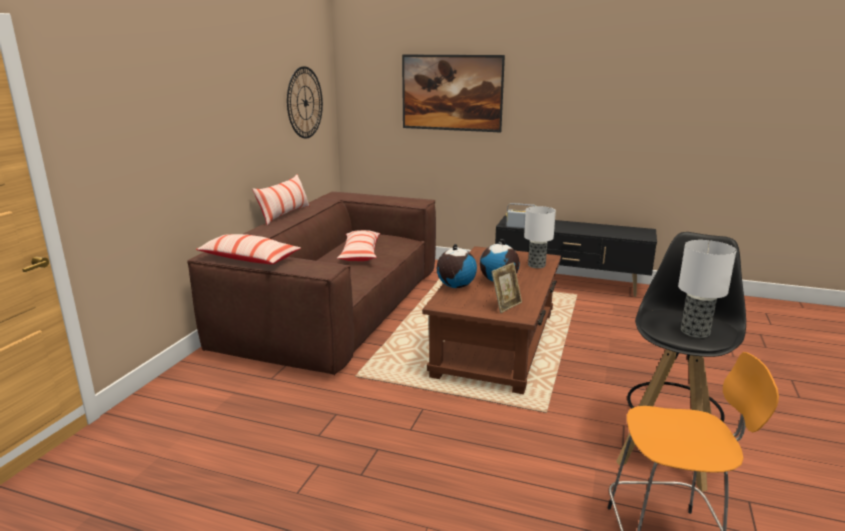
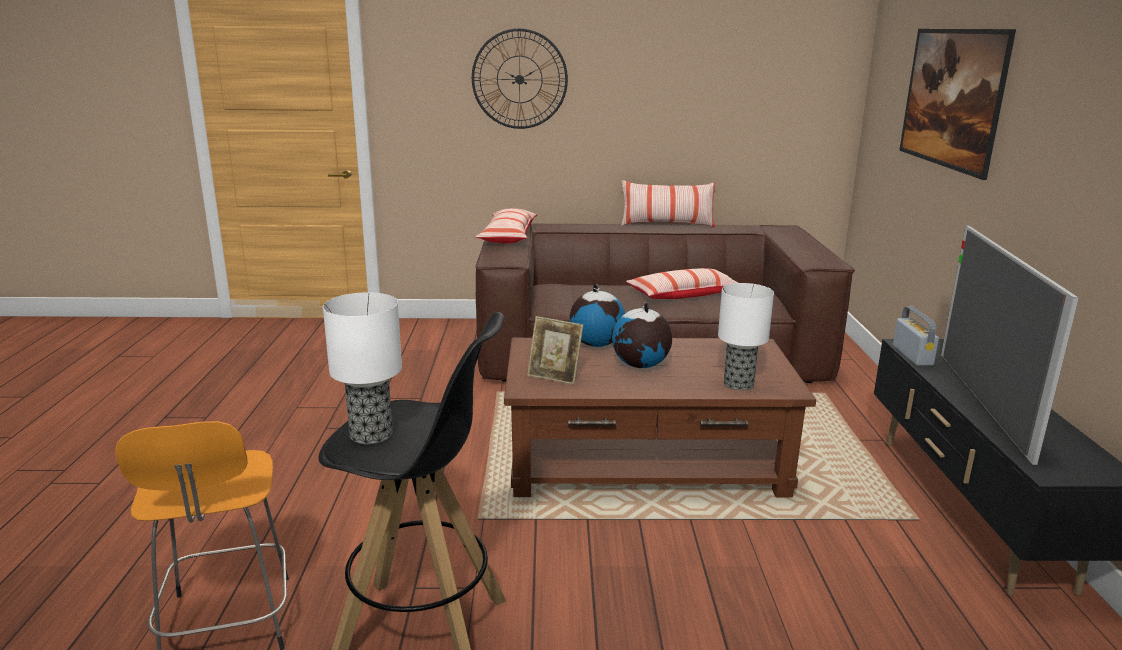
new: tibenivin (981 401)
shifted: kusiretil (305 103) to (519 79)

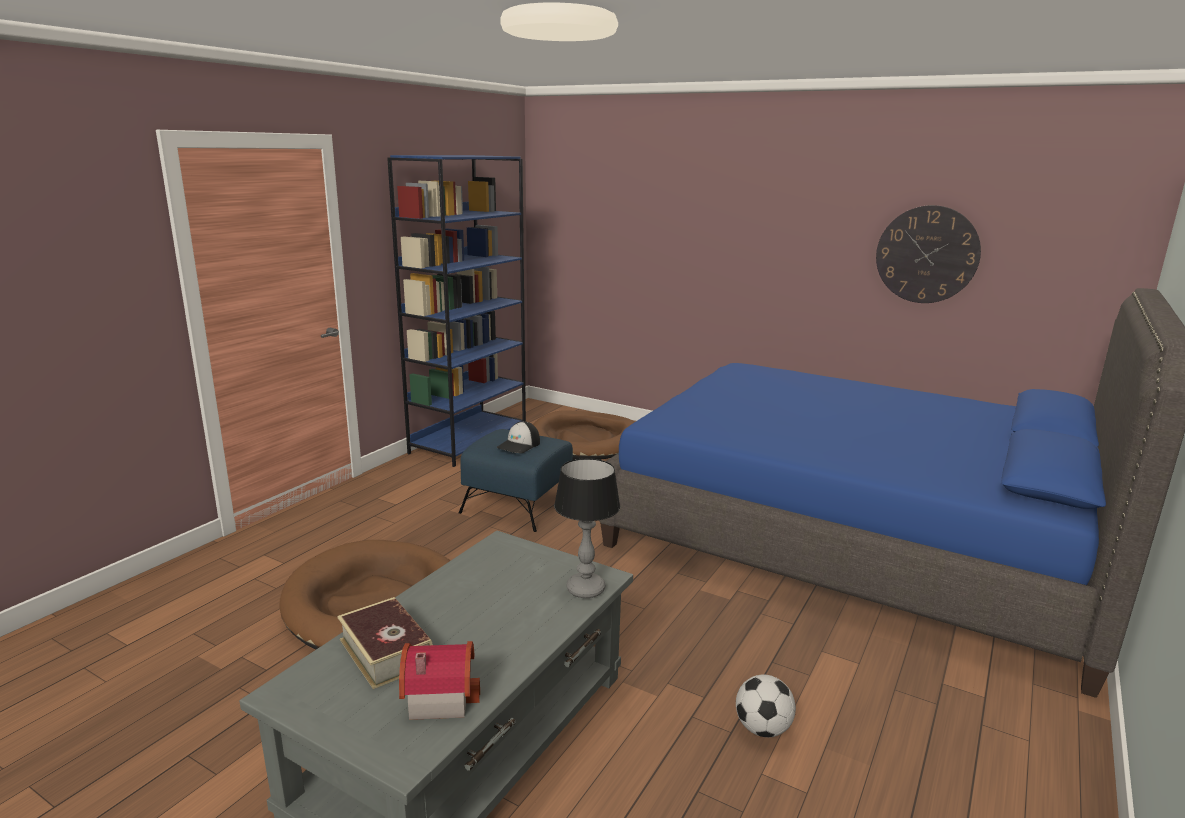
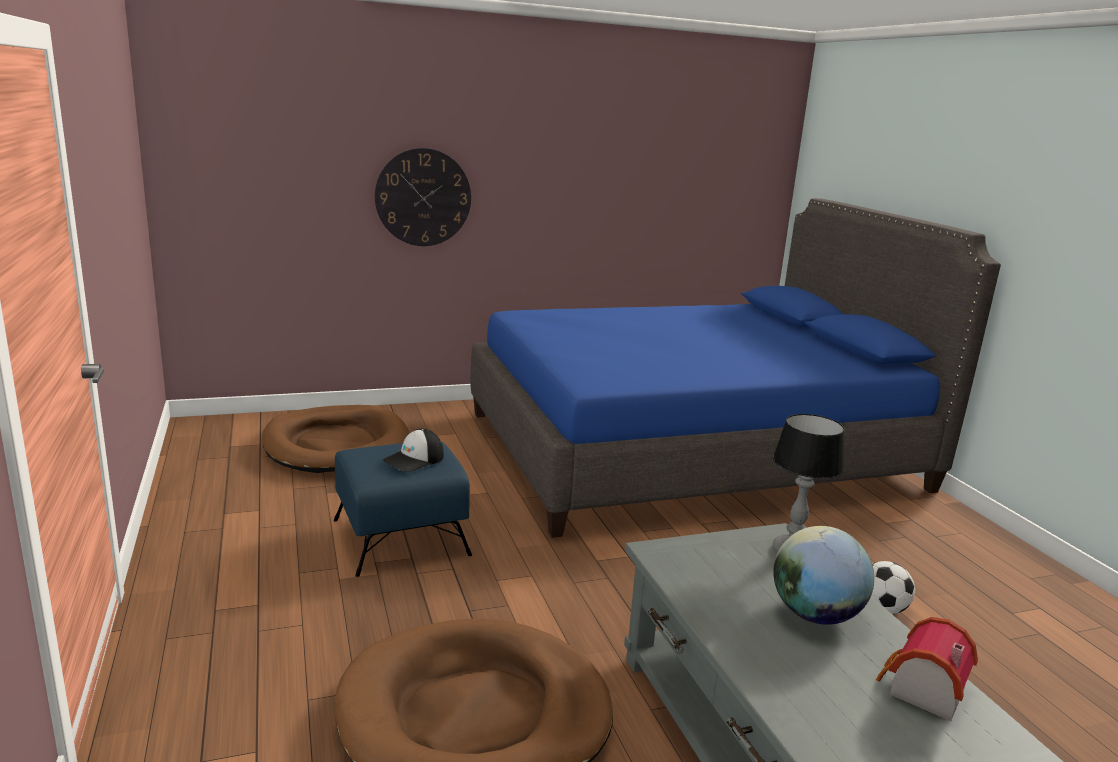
gone: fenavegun (386 652); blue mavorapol (469 441)
new: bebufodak (814 615)
shifted: kusiretil (927 254) to (423 197)
rotated: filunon (519 445) = (414 459) 60 degrees clockwise

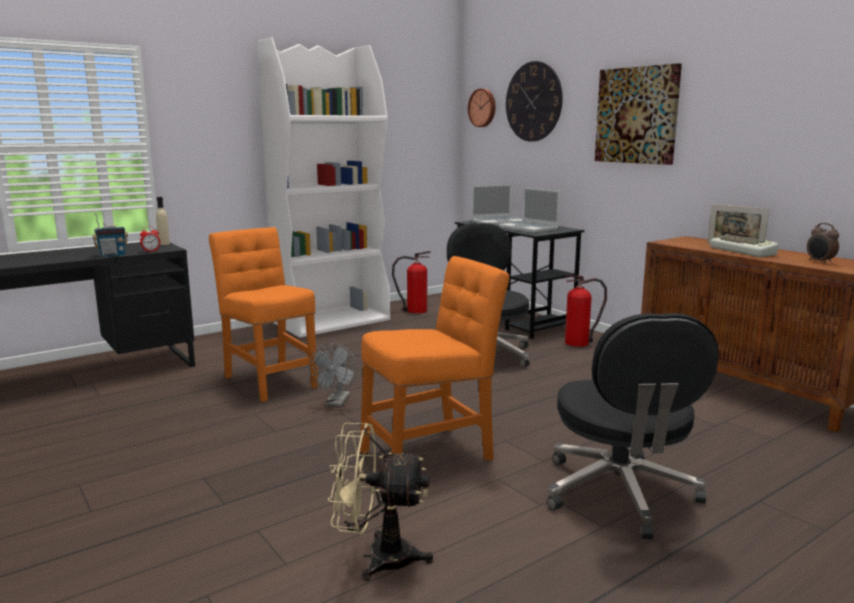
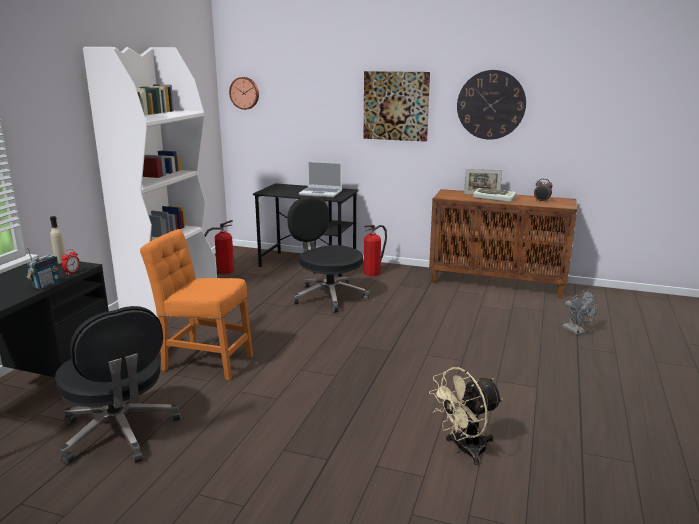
gone: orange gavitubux (432 452); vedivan (498 222)
shifted: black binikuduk (620 494) to (120 433); kusiretil (533 102) to (491 105); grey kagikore (337 402) to (577 331)

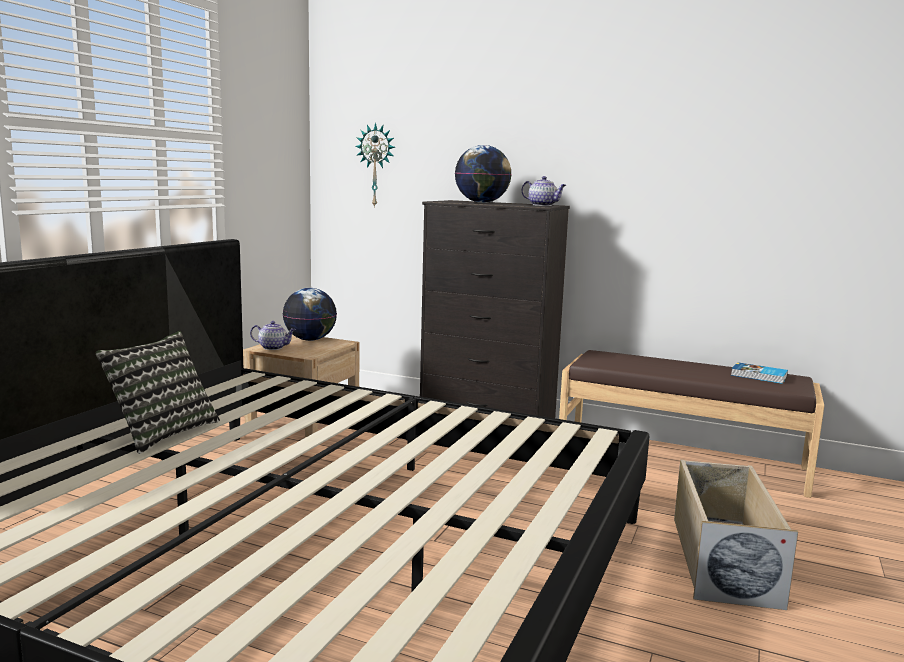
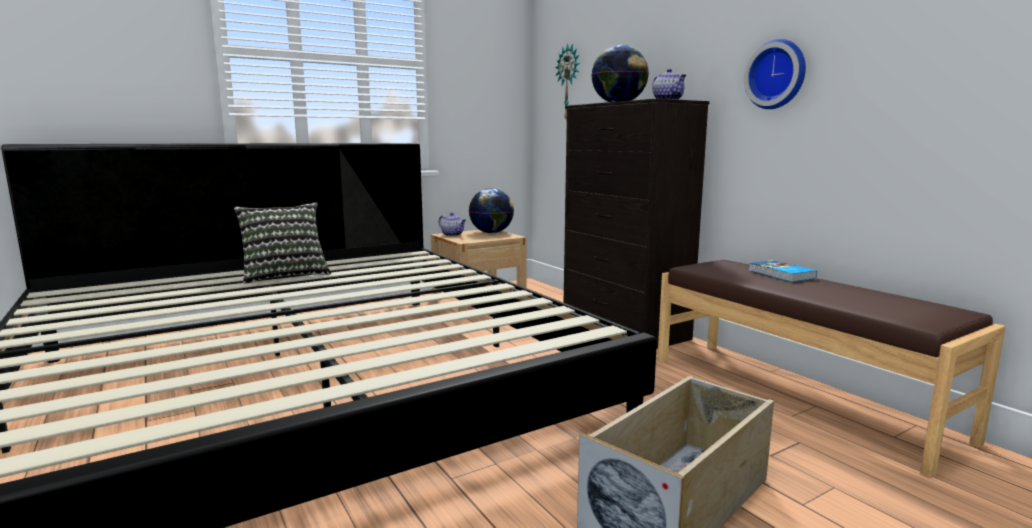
new: kusiretil (777 75)
shifted: fenavegun (759 376) to (781 274)

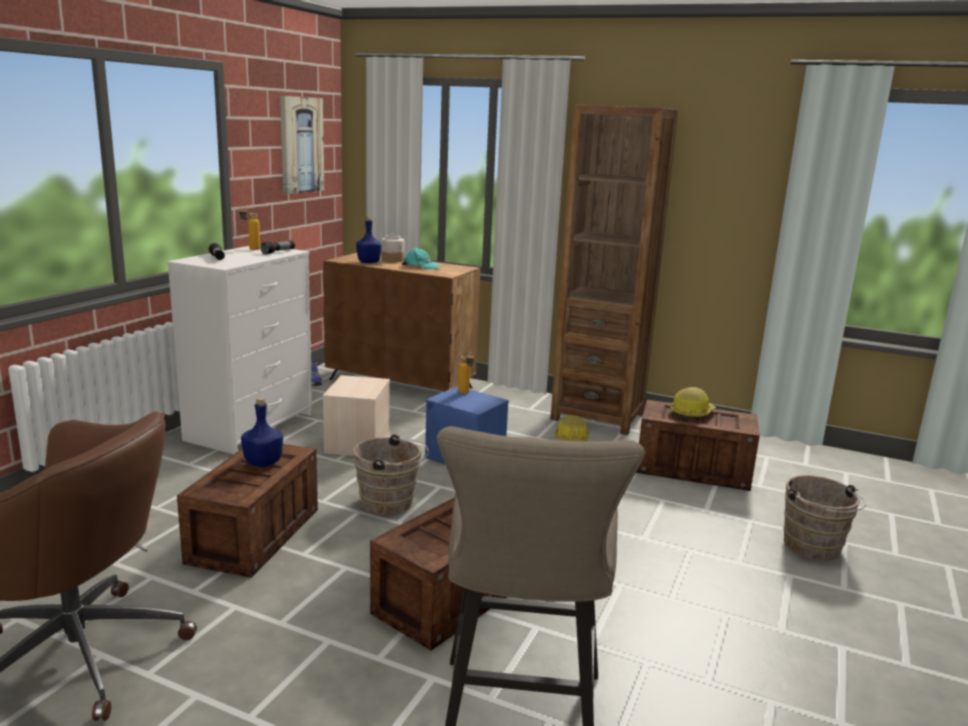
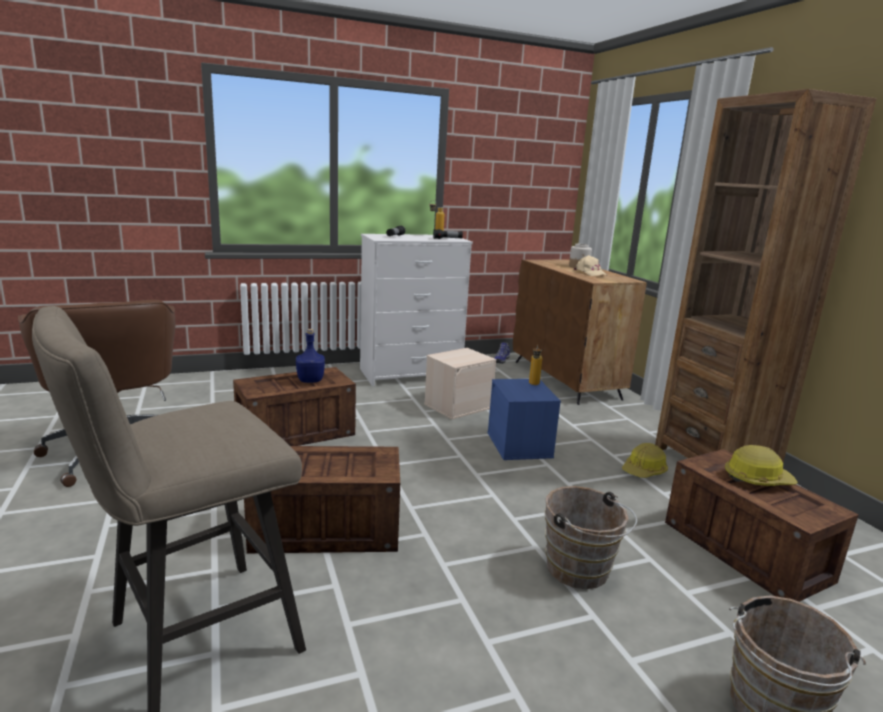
gone: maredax (301 145); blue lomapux (368 262)
shifted: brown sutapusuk (391 503) to (581 572)
repainted: turquoise filunon (420 266) to beige filunon (590 273)

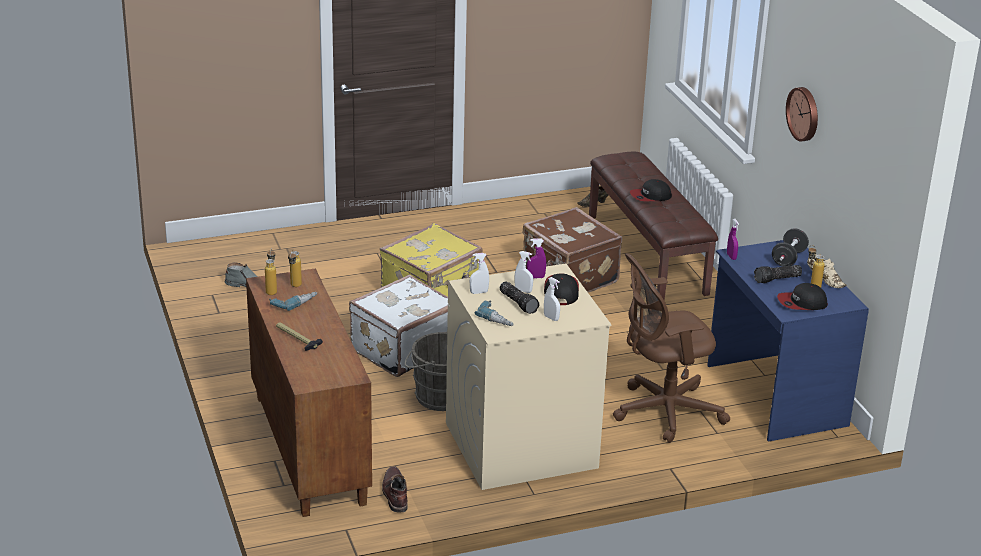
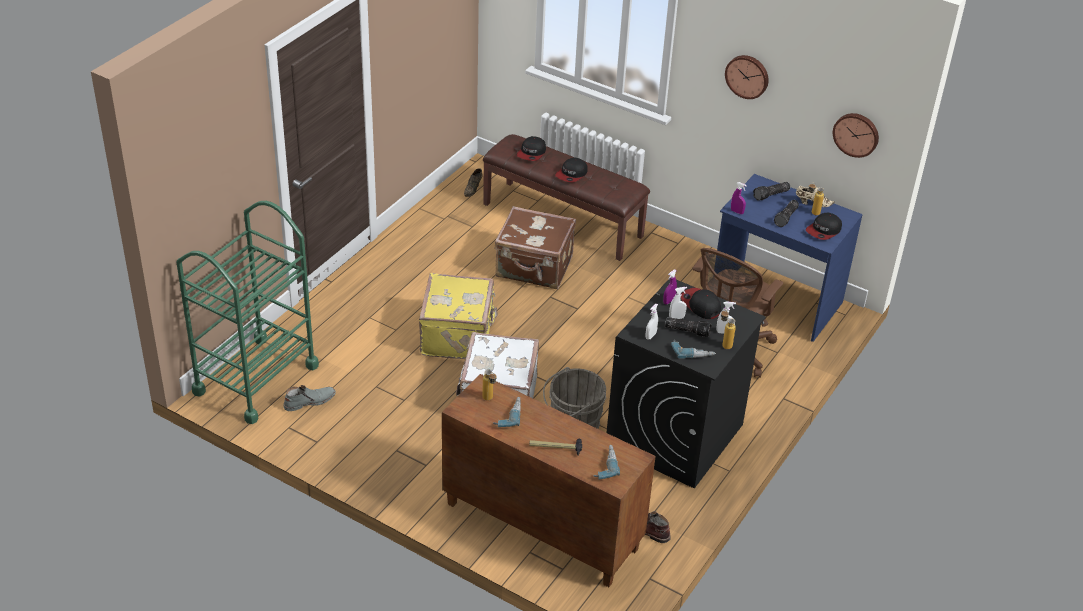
new: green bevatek (256 379); filunon (531 153); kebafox (604 465); kusiretil (856 134)
shifted: lomapux (272 290) to (724 344)
swapped: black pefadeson (788 258) to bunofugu (771 195)
repainted: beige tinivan (520 446) to black tinivan (674 436)

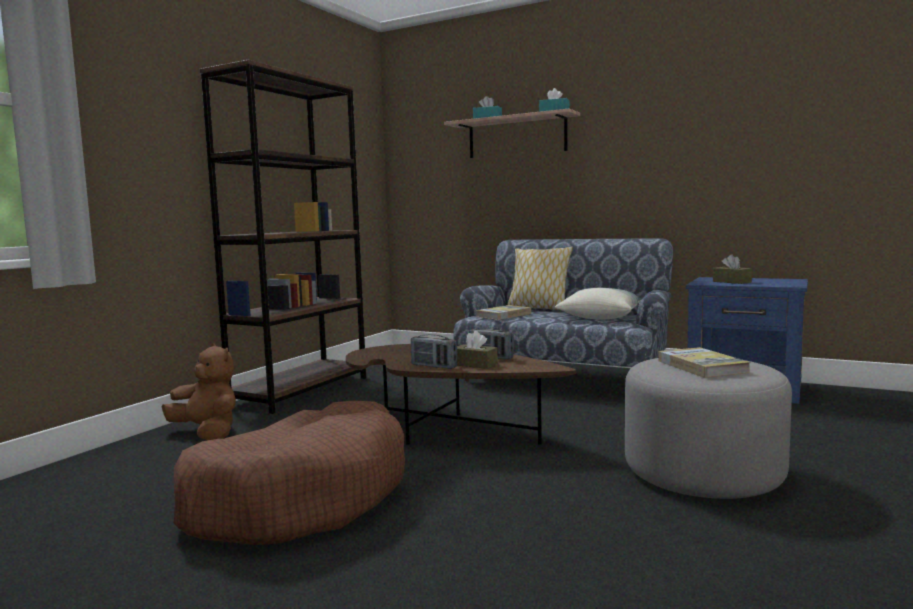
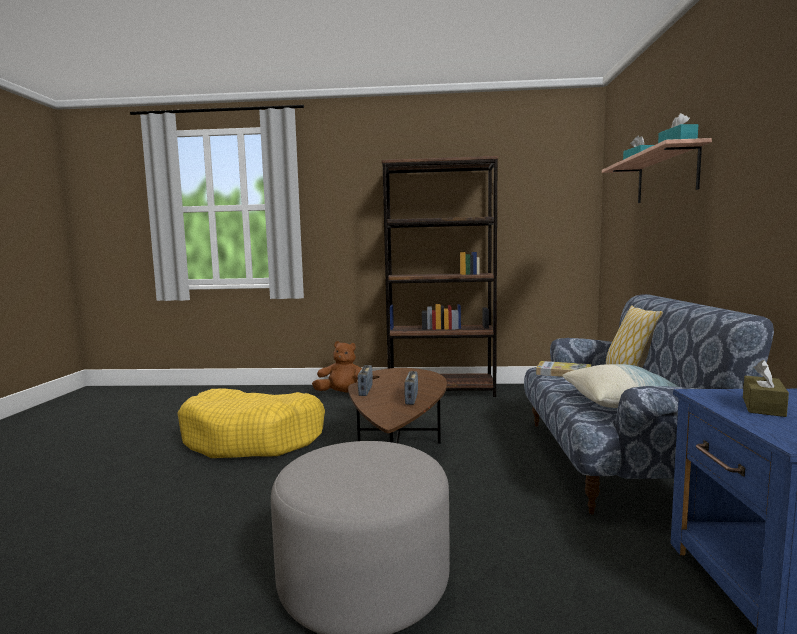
gone: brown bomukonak (475 364); fenavegun (702 366)
repainted: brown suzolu (300 498) to yellow suzolu (254 439)
rotated: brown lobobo (207 433) = (342 395) 90 degrees counterclockwise

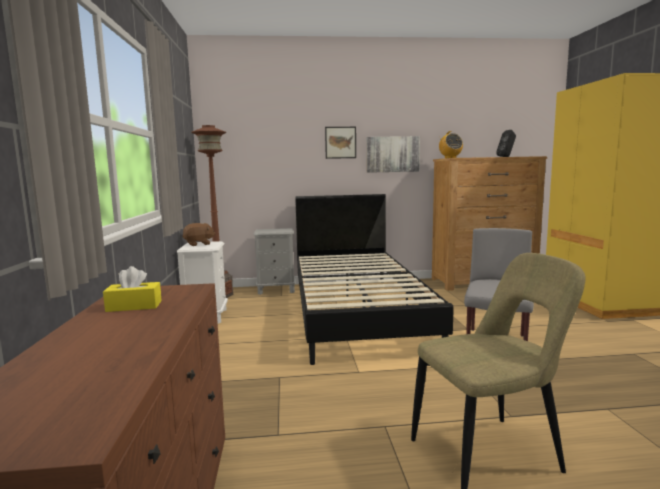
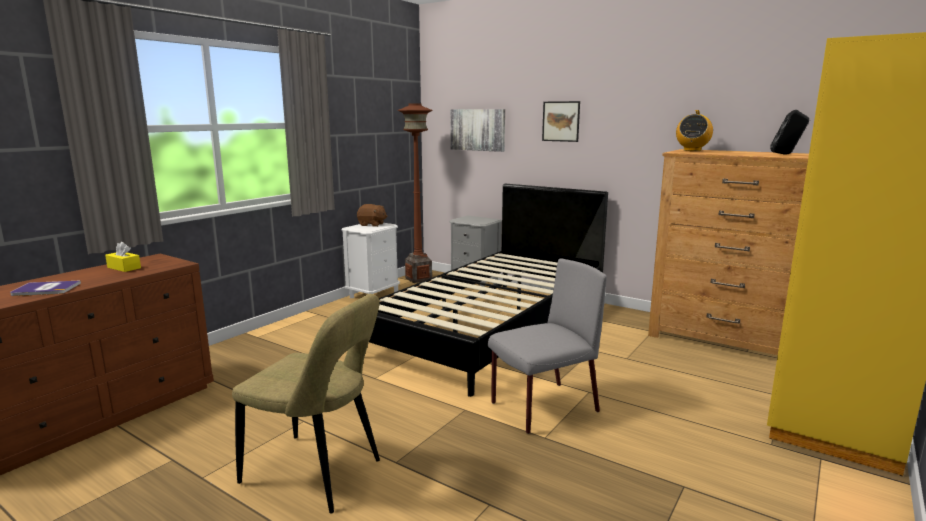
new: fenavegun (46 289)
shifted: maredax (392 154) to (478 129)

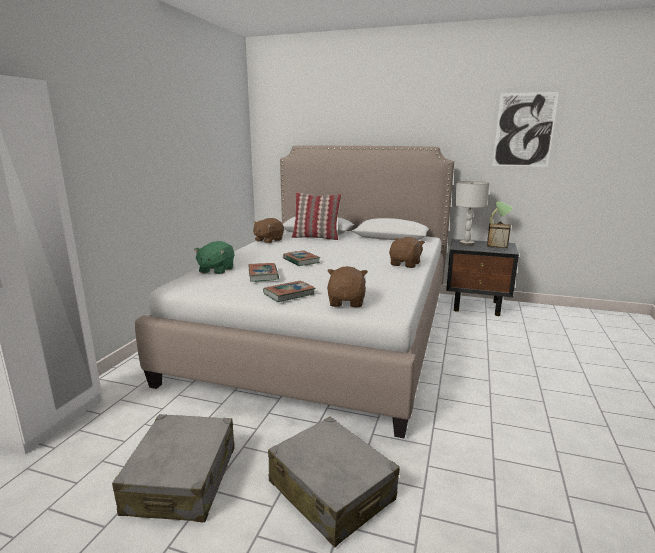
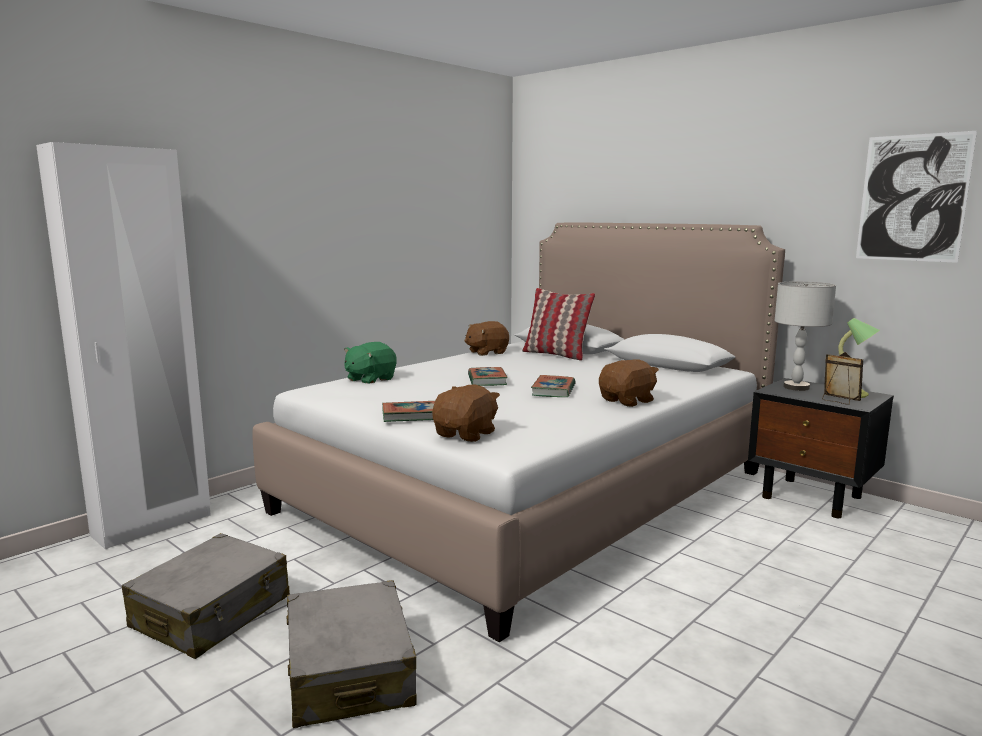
shifted: fenavegun (263 275) to (553 390)

